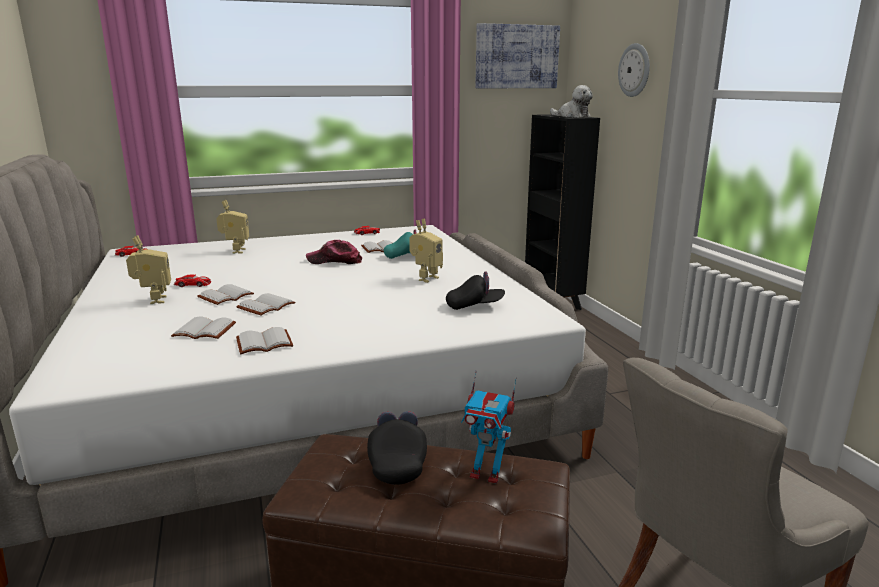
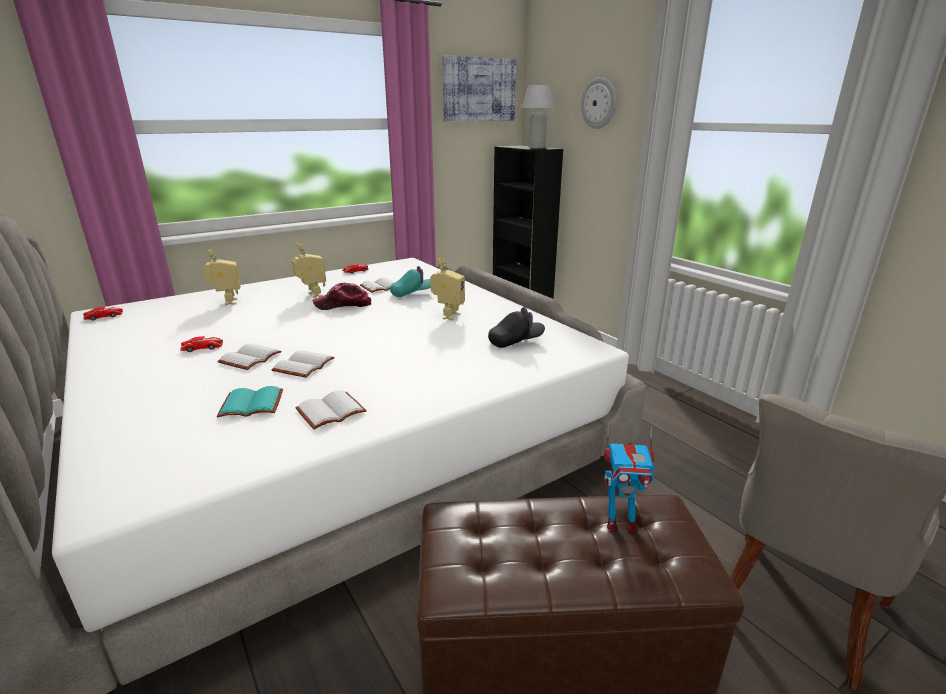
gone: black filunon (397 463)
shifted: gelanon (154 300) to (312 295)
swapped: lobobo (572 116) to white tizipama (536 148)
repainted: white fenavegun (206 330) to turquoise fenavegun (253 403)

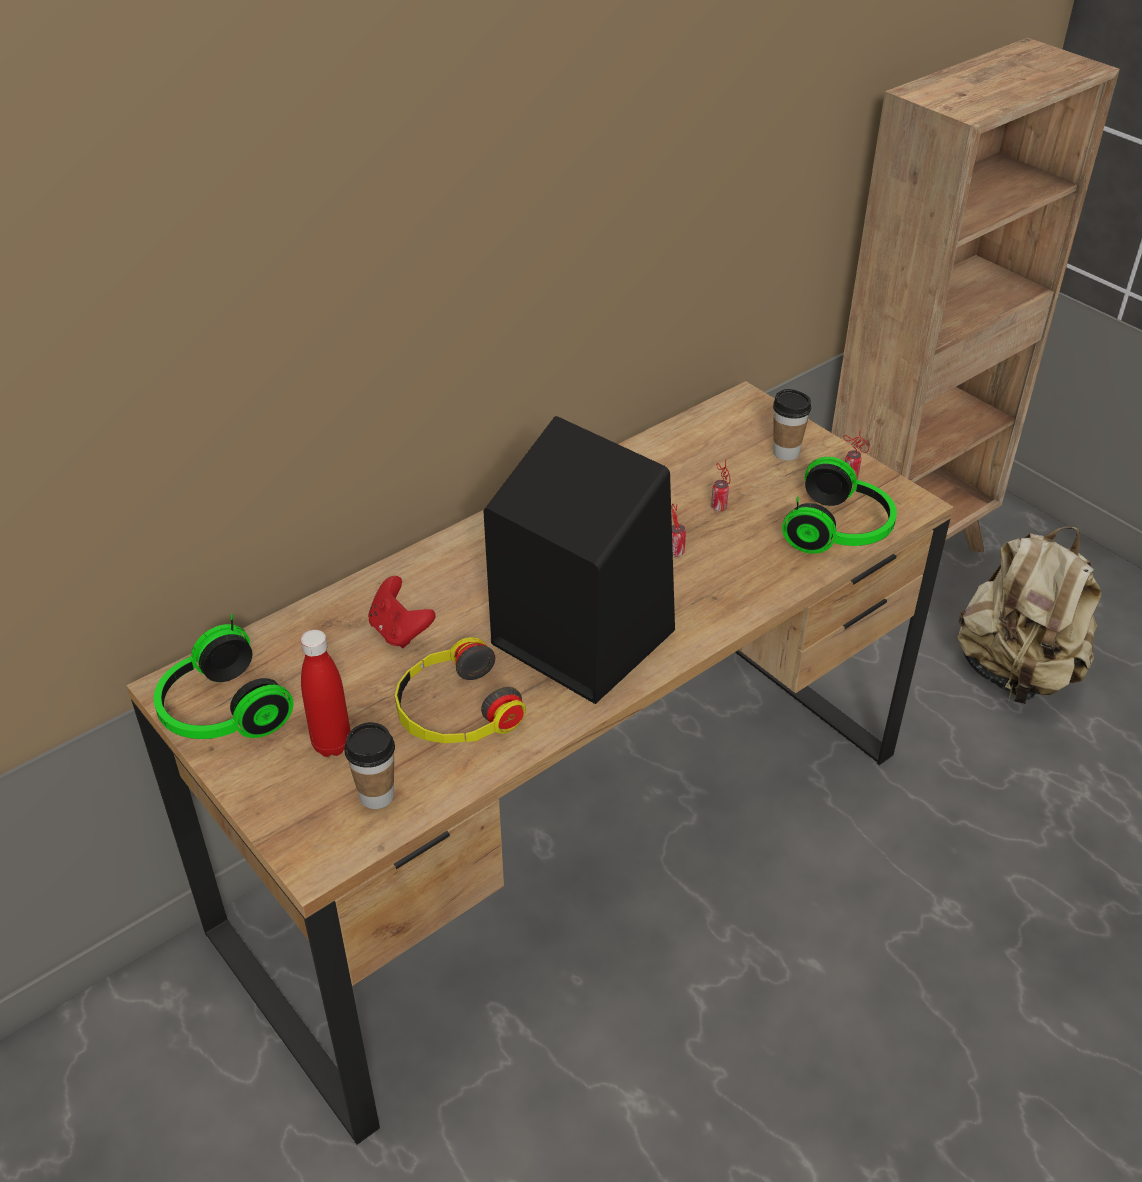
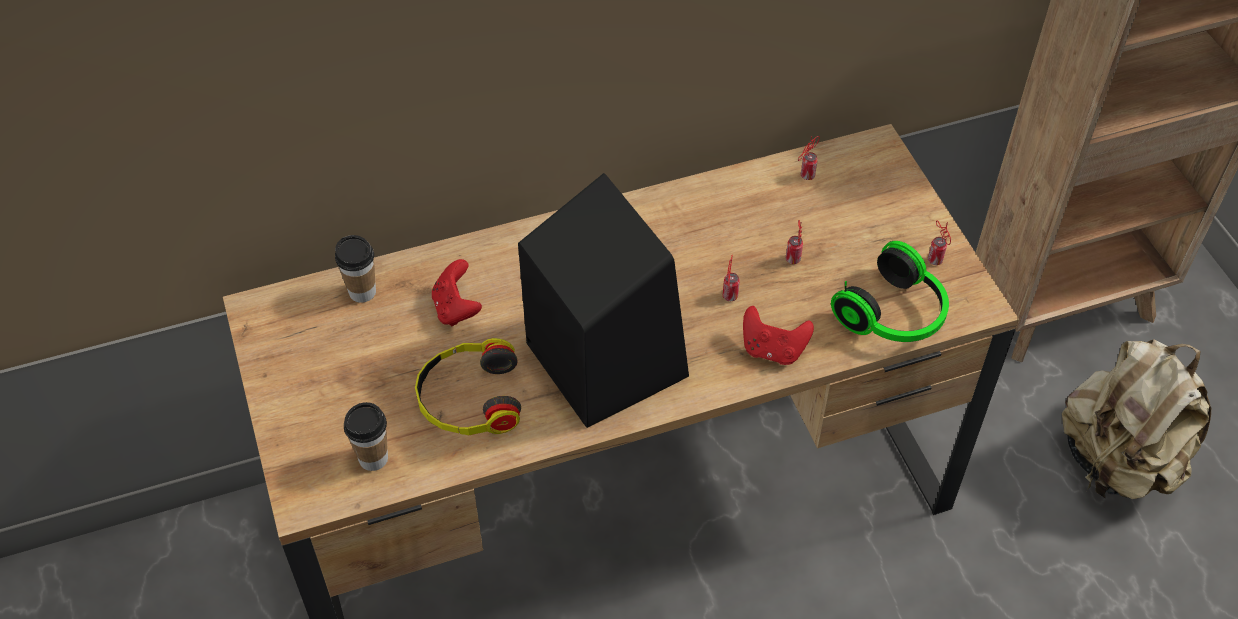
gone: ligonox (220 712); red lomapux (332 744)
new: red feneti (773 350); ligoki (806 177)
shifted: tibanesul (786 453) to (362 292)

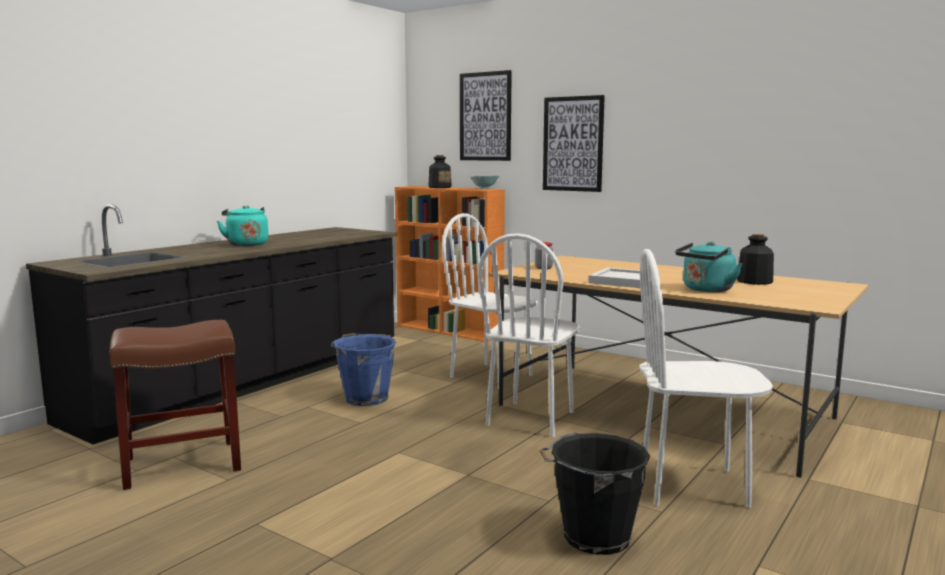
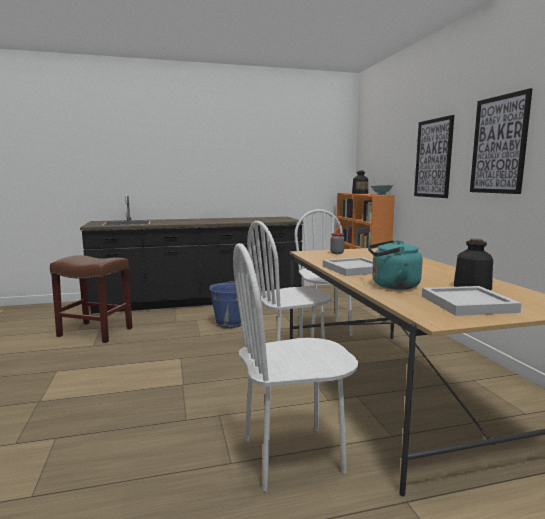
gone: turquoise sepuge (246 244); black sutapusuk (593 537)
new: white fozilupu (468 303)
shifted: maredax (485 116) to (499 145)
rotated: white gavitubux (693 486) = (293 456) 60 degrees counterclockwise

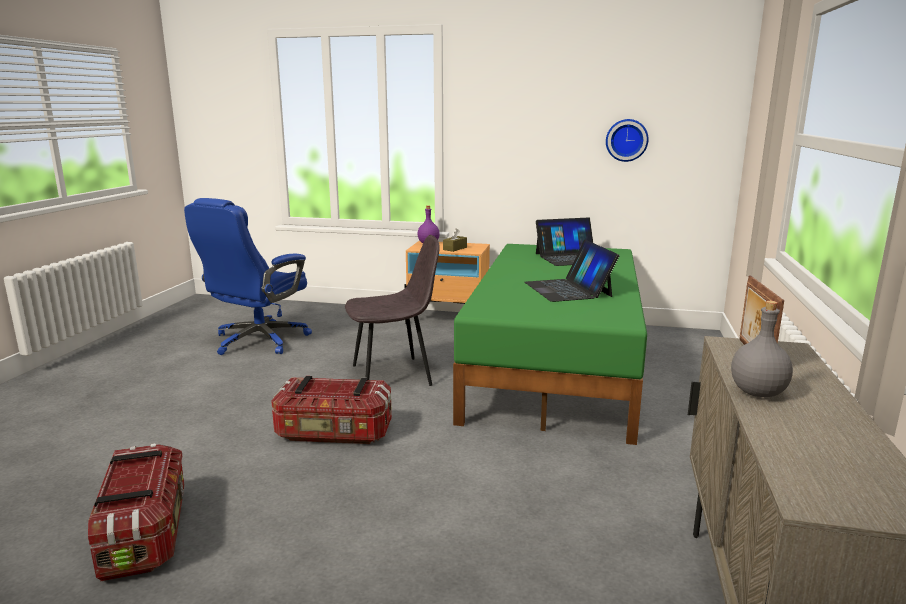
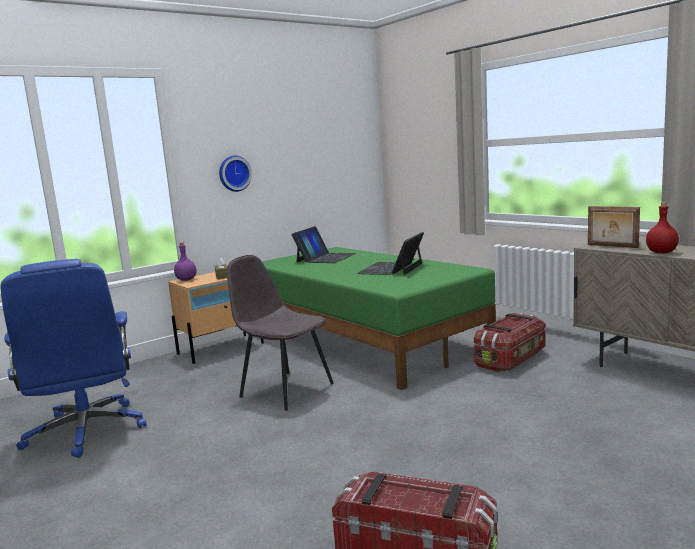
shifted: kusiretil (626 140) to (234 173); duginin (334 433) to (511 359)
repainted: grey lomapux (757 393) to red lomapux (662 252)
rotated: grey gavitubux (394 375) = (285 390) 75 degrees counterclockwise; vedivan (568 289) = (391 268) 90 degrees clockwise

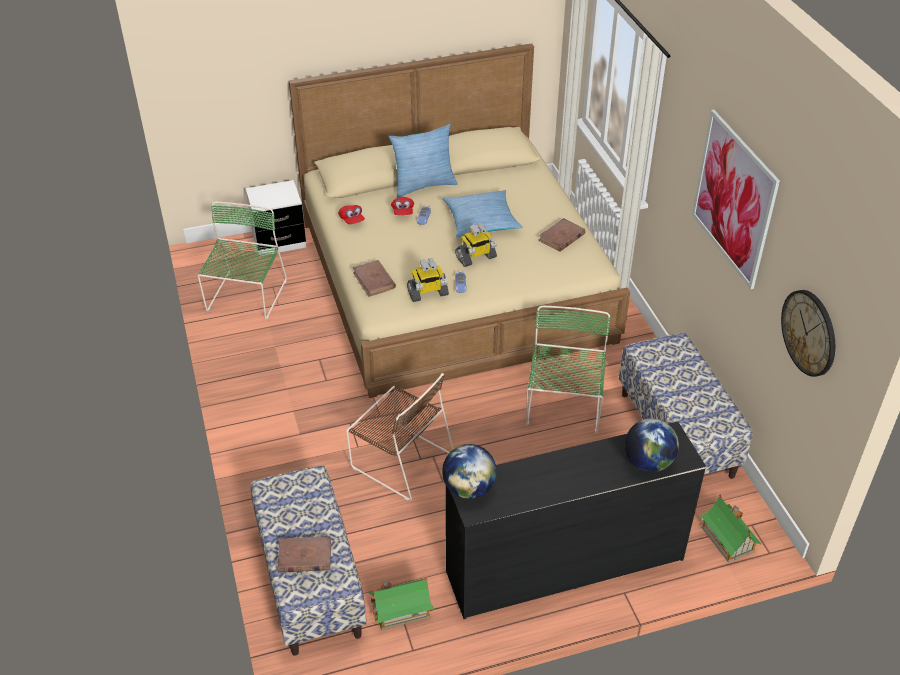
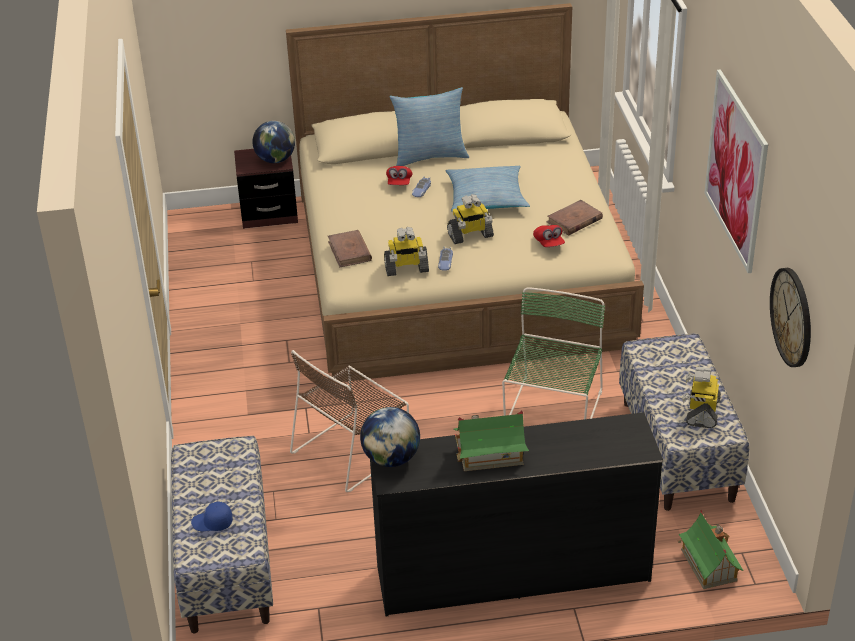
gone: green gavitubux (246 297)
new: gelanon (701 411)
shifted: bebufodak (648 462) to (275 160); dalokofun (401 610) to (490 454); red filunon (351 220) to (549 243)
swapped: brown fenavegun (304 557) to blue filunon (212 523)
repainted: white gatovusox (279 241) to brown gatovusox (269 214)
rotated: brown gavitubux (400 459) = (352 449) 90 degrees clockwise

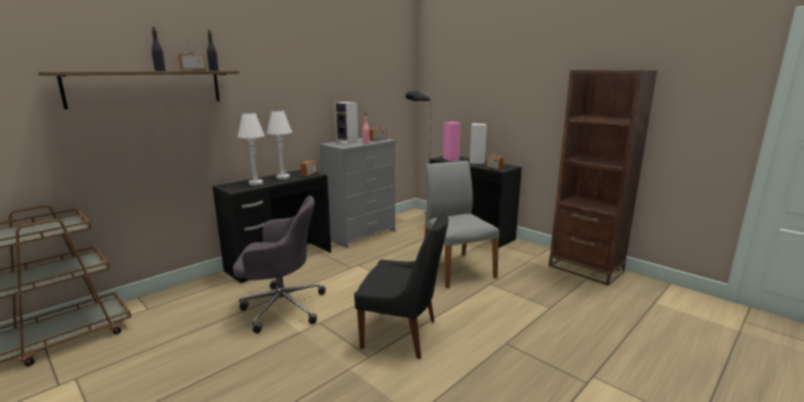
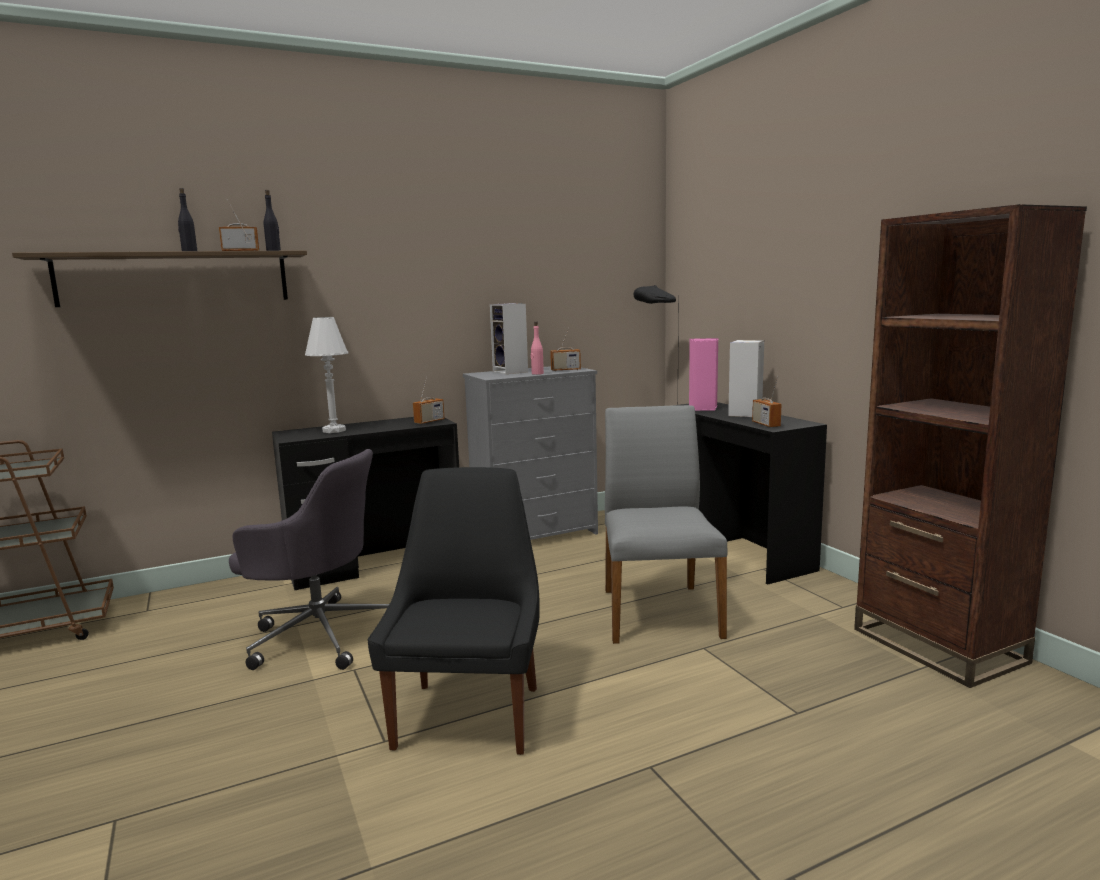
gone: white tizipama (283 177)
rotated: black gavitubux (402 334) = (469 713) 120 degrees counterclockwise

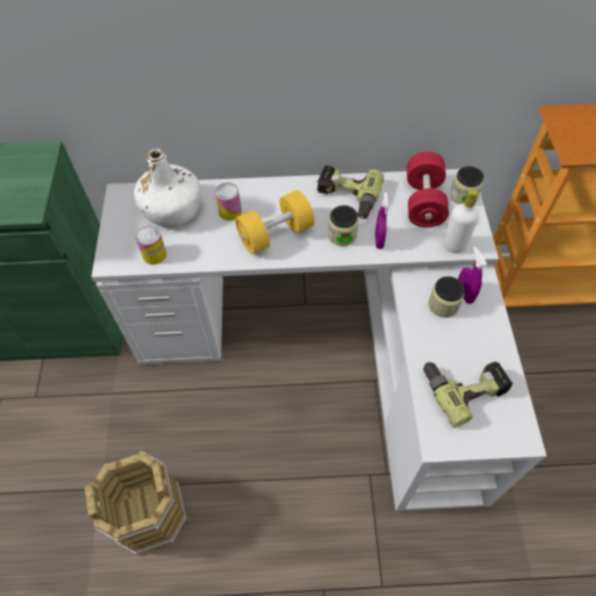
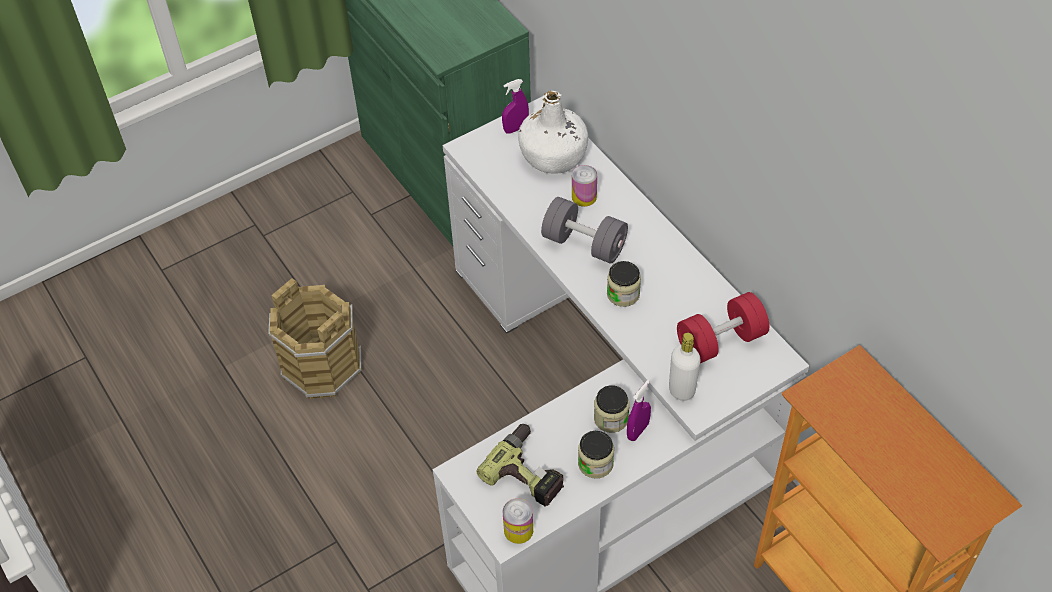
gone: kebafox (346 198)
shifted: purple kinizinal (379 240) to (516 128); ligoki (154 255) to (518 530); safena (463 196) to (595 463)
repainted: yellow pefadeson (275 234) to grey pefadeson (584 243)

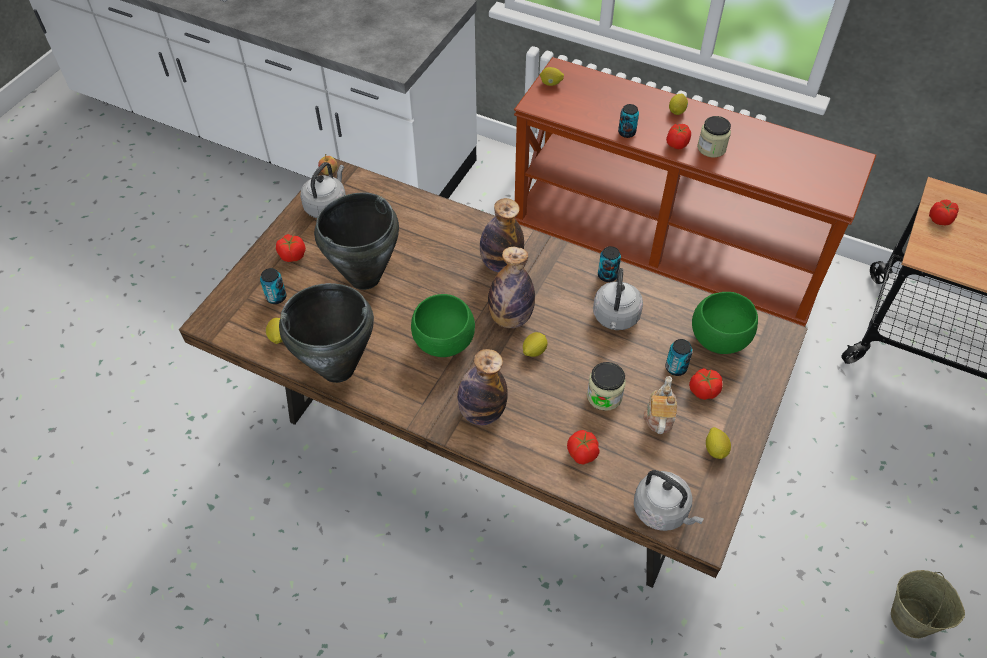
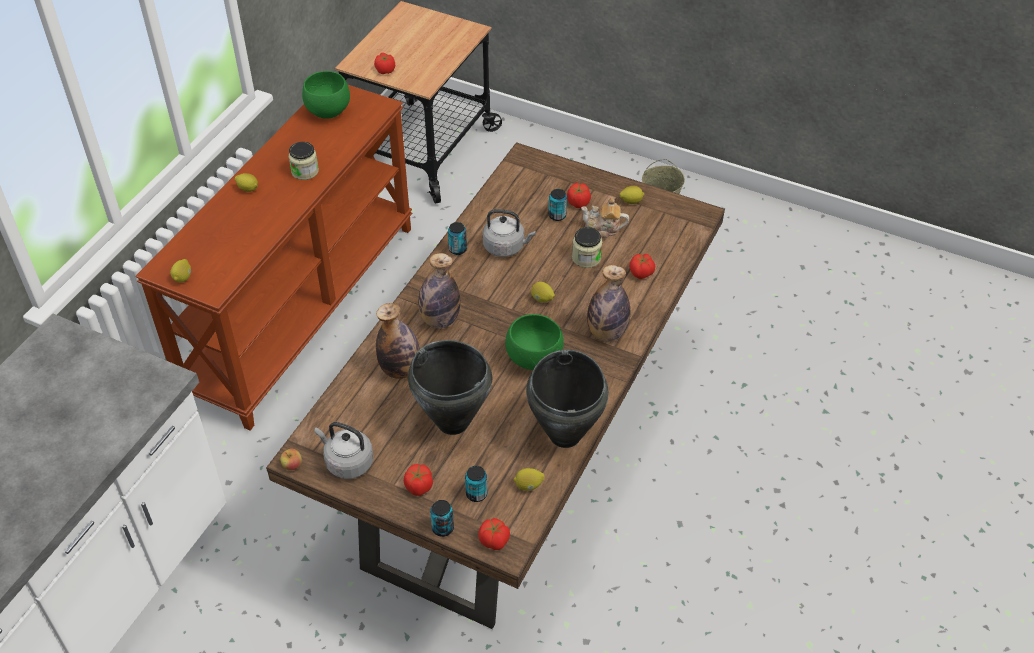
gone: grey sepuge (663 511)
shifted: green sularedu (717 339) to (327 112); lomapux (510 318) to (400 369); ligoki (626 132) to (442 528); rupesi (676 144) to (494 541)

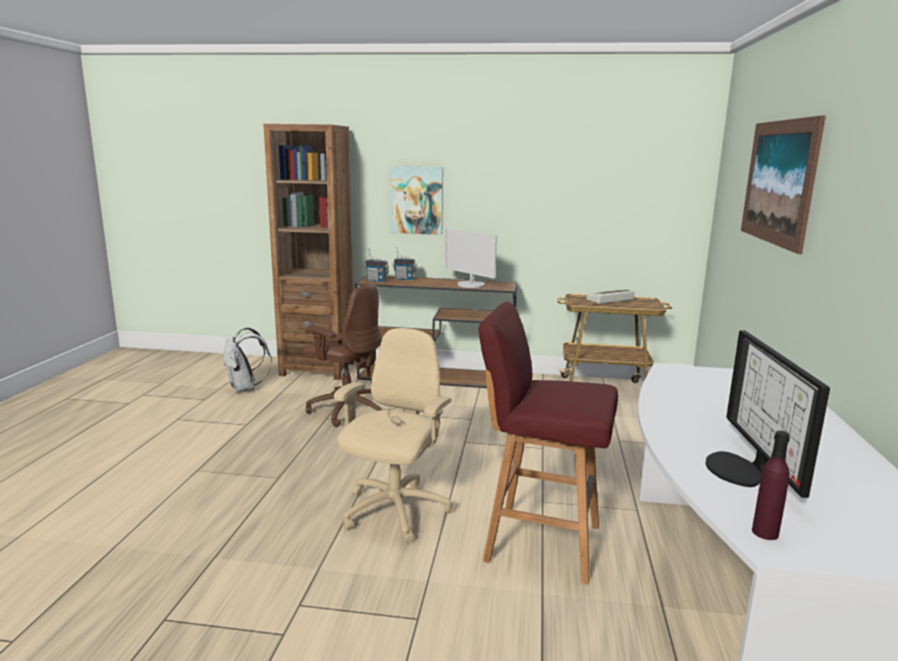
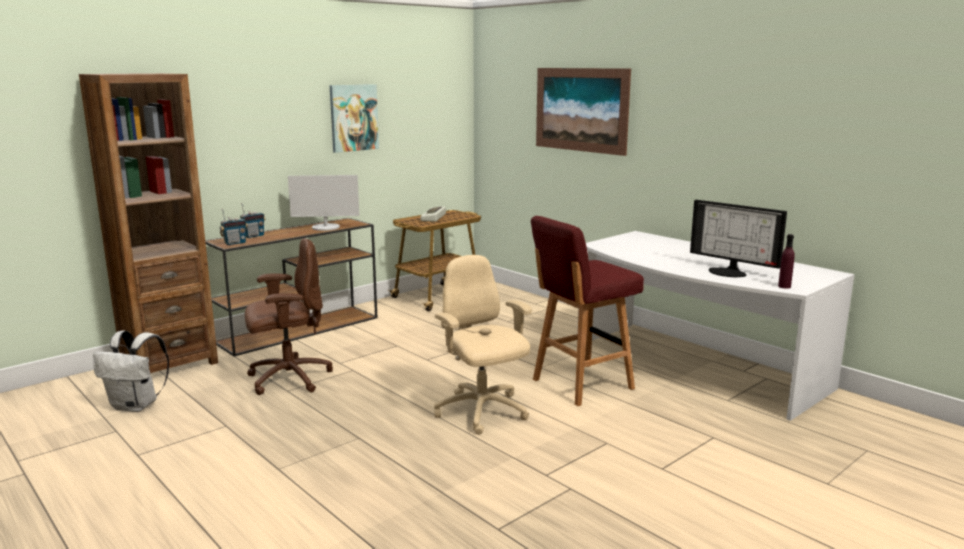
shifted: maredax (416 200) to (353 117)

